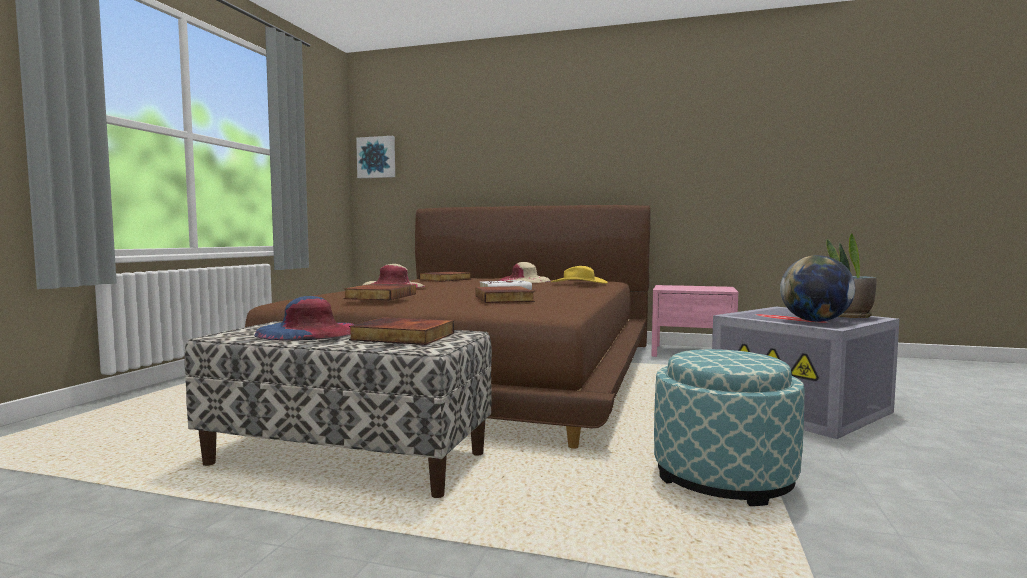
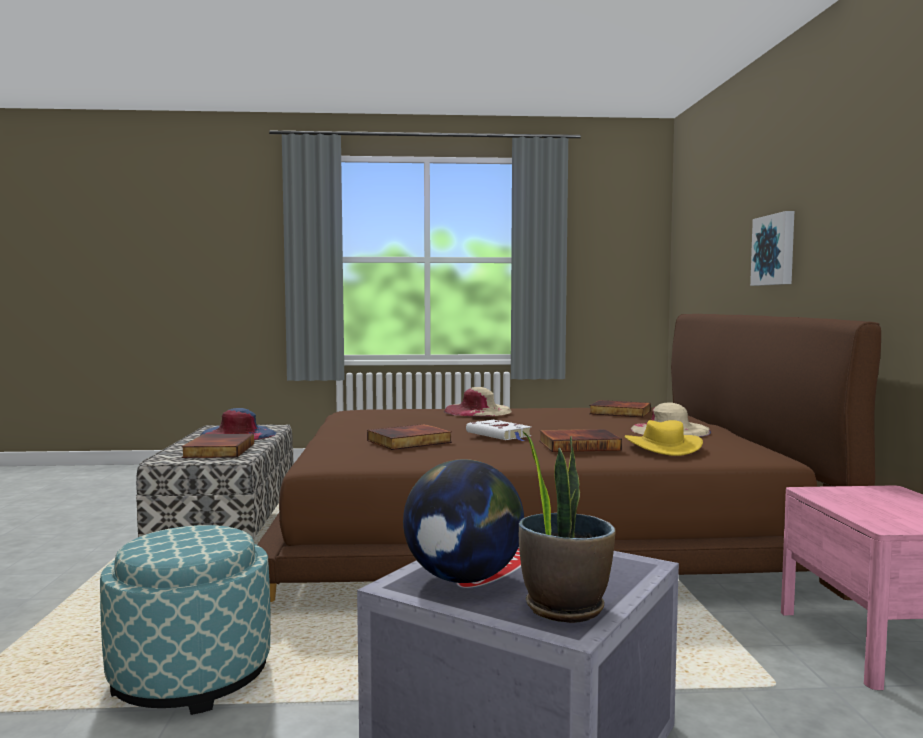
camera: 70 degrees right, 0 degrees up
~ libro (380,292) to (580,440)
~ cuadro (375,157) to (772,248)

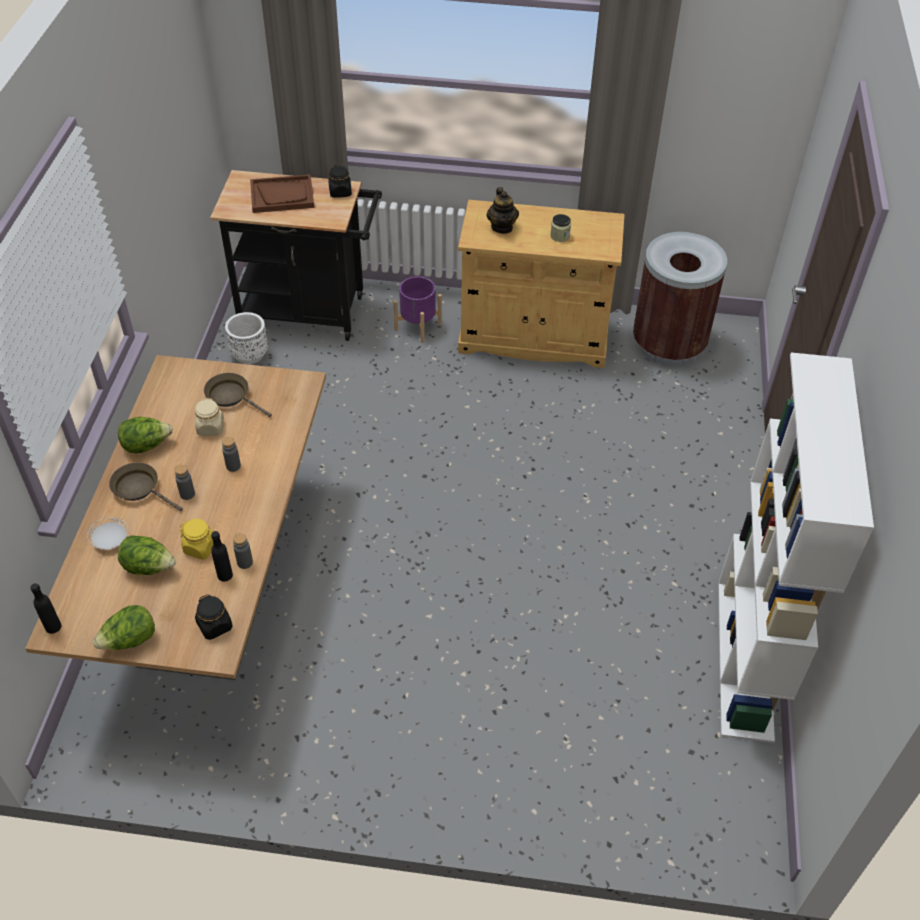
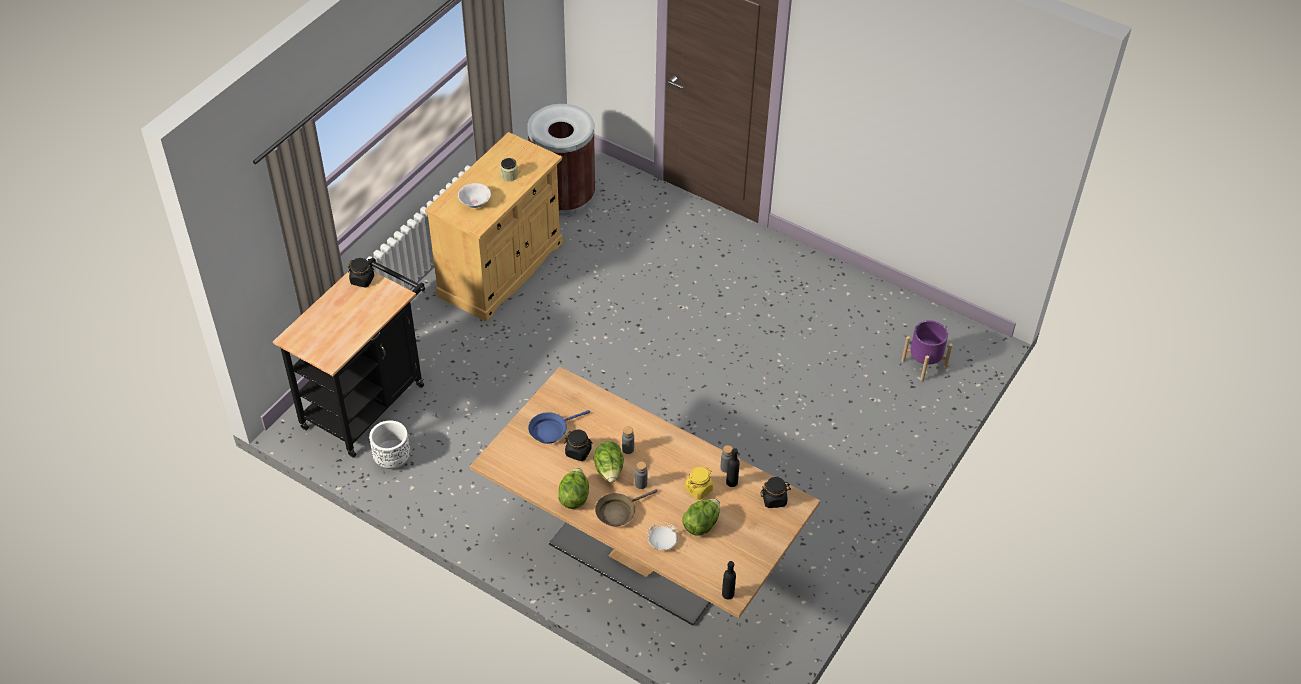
camera: 65 degrees left, 0 degrees up
- bandeja/marrón (282,193)
- estantería/blanco (796,547)
~ lechuga (124,627) to (609,462)
~ maceta/morado (417,309) to (927,350)
~ tetera (502,210) to cuenco/blanco (474,195)
~ tarro/beis (209,417) to tarro/negro (578,445)
~ sartén/marrón (238,395) to sartén/azul (559,427)

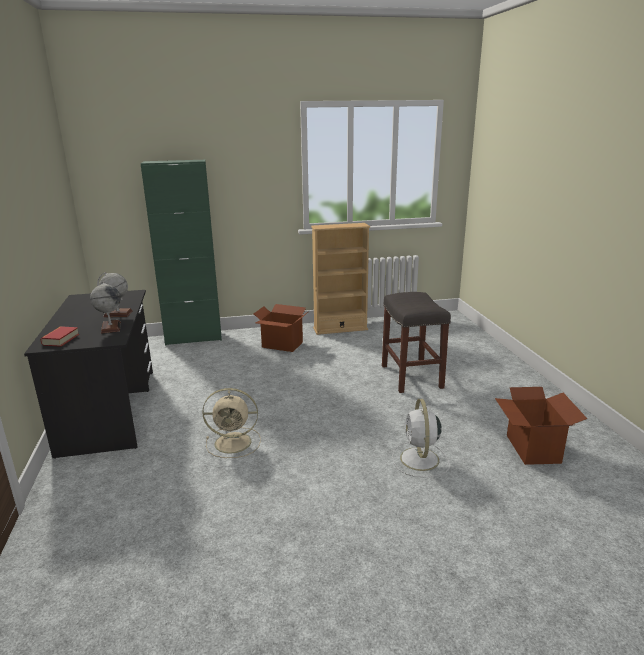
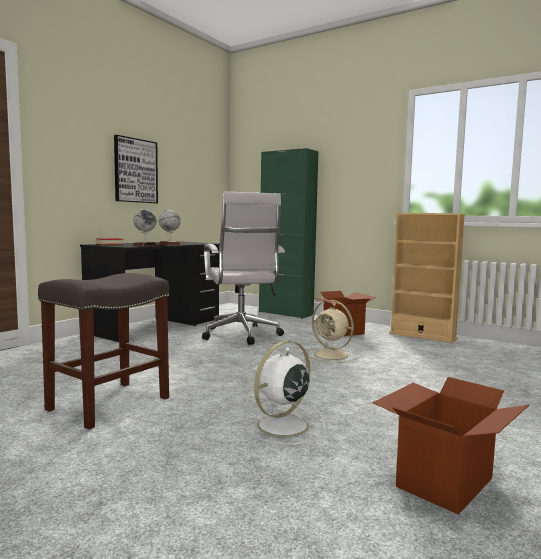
camera: 45 degrees right, 15 degrees down
+ cuadro (136,169)
+ silla de oficina/blanco (243,268)
~ ventilador/beis (231,423) to (332,331)
~ taburete/gris (416,342) to (103,351)

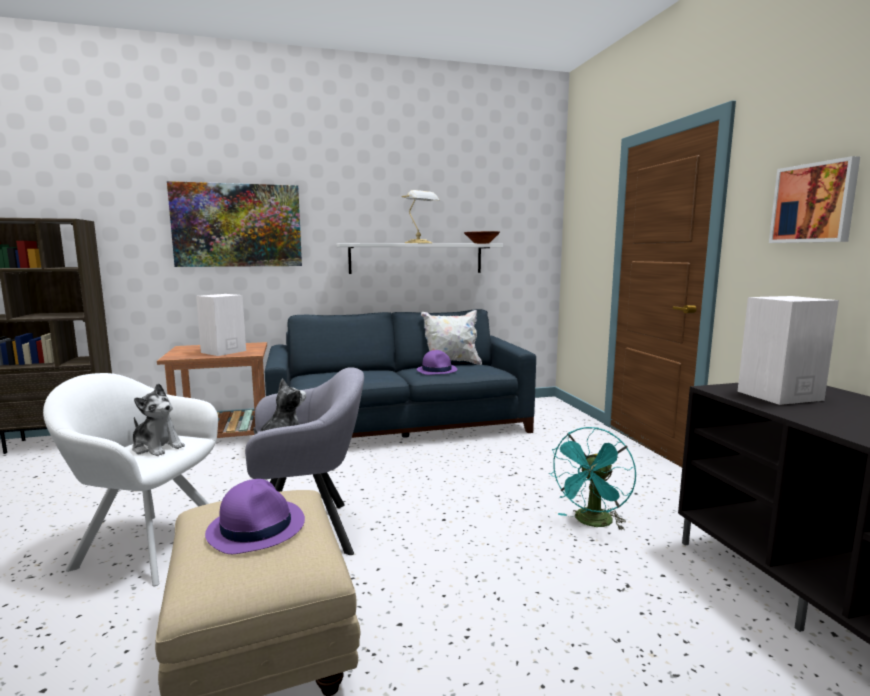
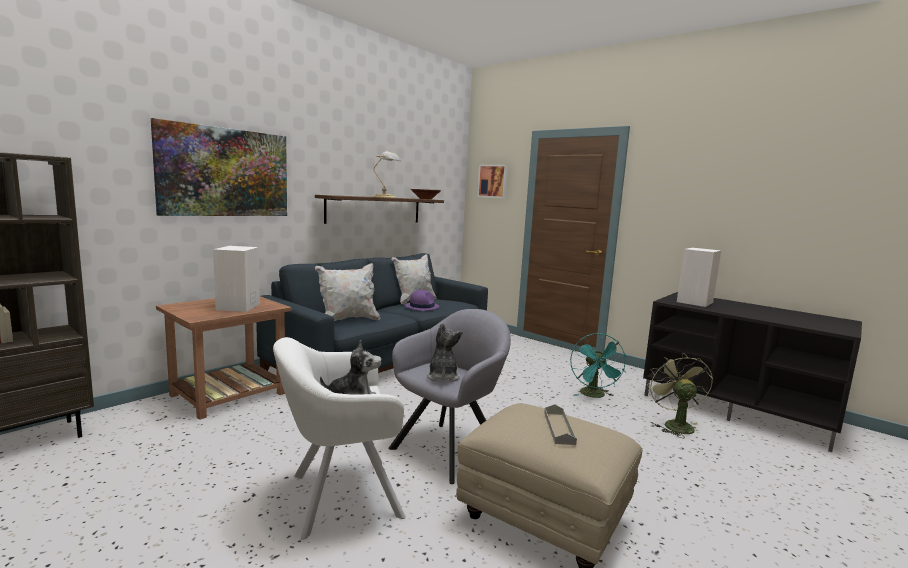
camera: 35 degrees left, 0 degrees up
+ cojín/blanco (347,292)
+ ventilador/verde (680,395)
~ cuadro (814,199) to (492,181)
~ sombrero/morado (255,516) to bandeja/gris (560,424)
~ estante/blanco (420,258) to estante/marrón (379,209)

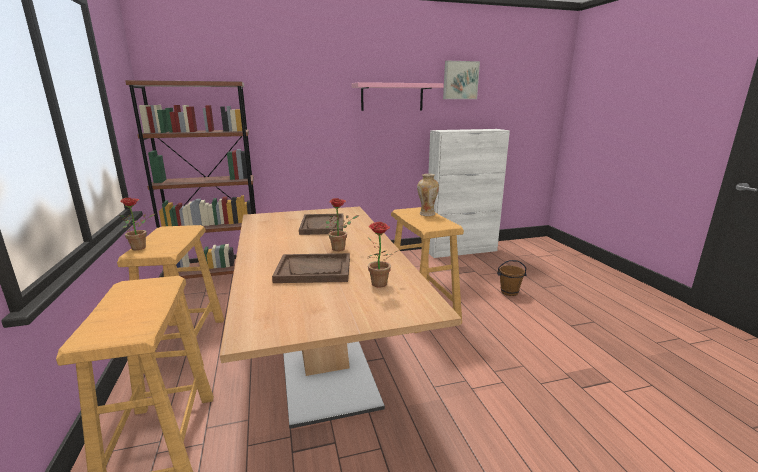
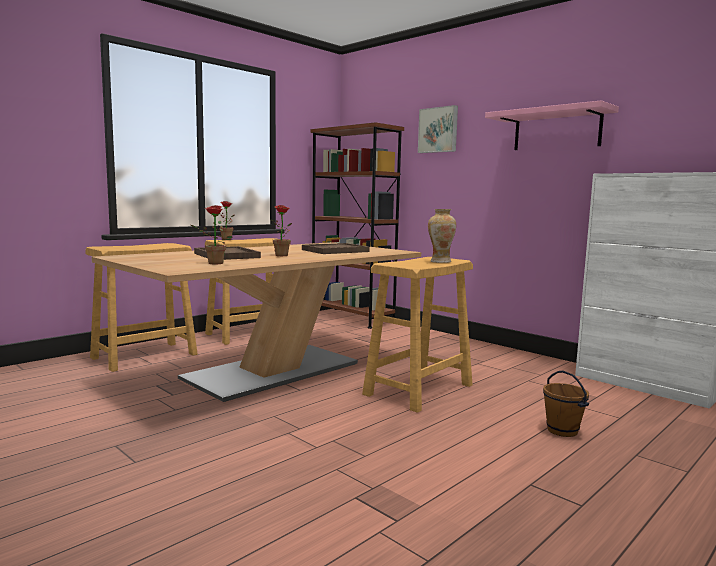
camera: 60 degrees right, 10 degrees down
~ cuadro (461,80) to (438,129)

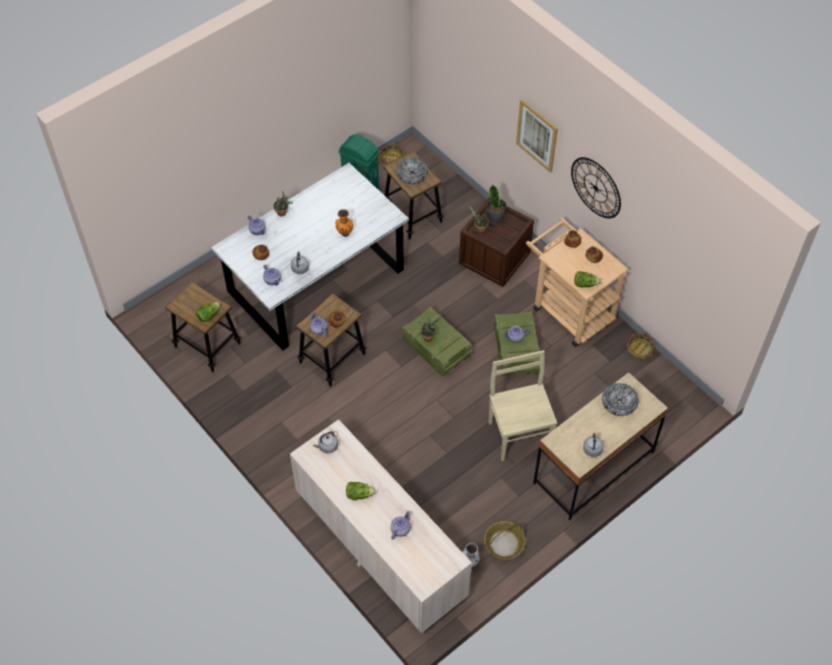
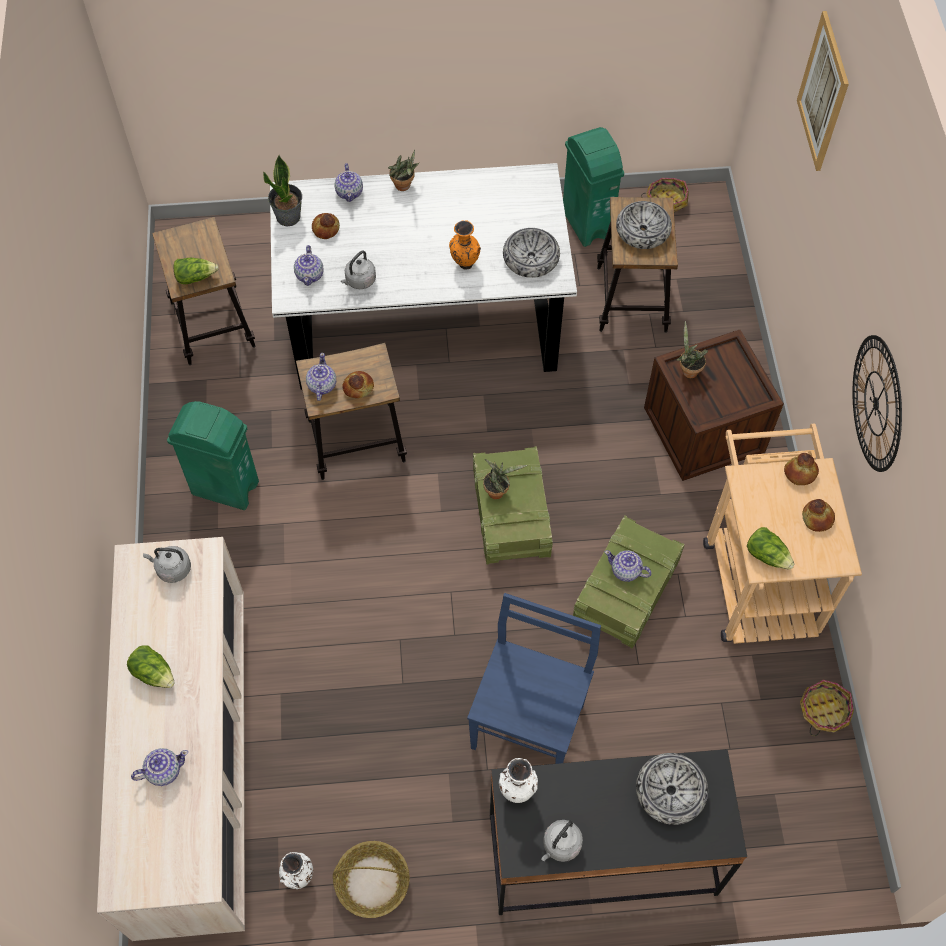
camera: 35 degrees right, 5 degrees up
+ papelera/verde (213,455)
+ florero/blanco (518,780)
+ cuenco (531,253)
~ planta en maceta (497,203) to (282,190)
~ cuadro (537,136) to (823,91)
~ silla/beis (523,405) to silla/azul (534,678)
~ escritorio/beis (600,446) to escritorio/negro (618,832)

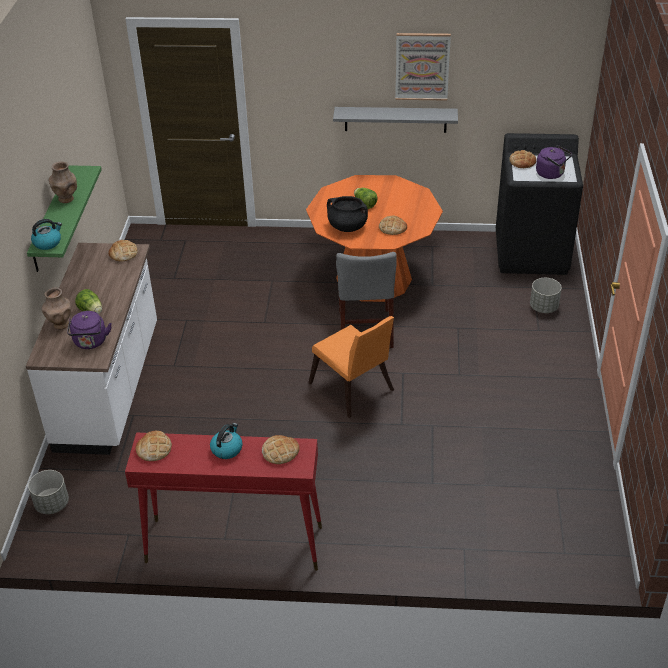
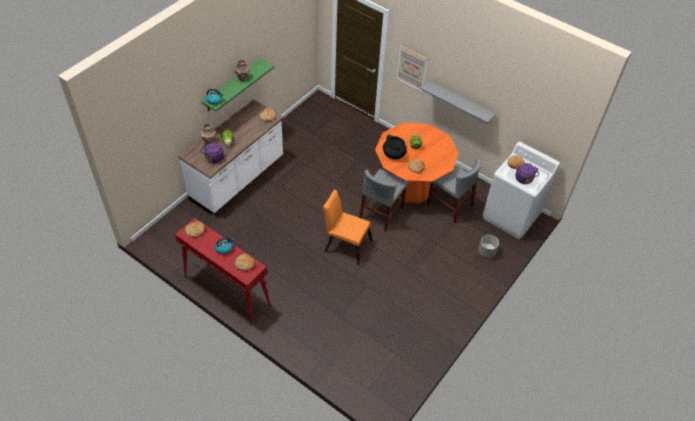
camera: 30 degrees right, 10 degrees up
- maceta/gris (48,492)
+ silla/gris (454,191)
~ cuadro (423,67) to (411,69)
~ lavadora/negro (539,204) to lavadora/blanco (521,190)
~ silla/naranja (351,367) = (348,227) 120 degrees clockwise

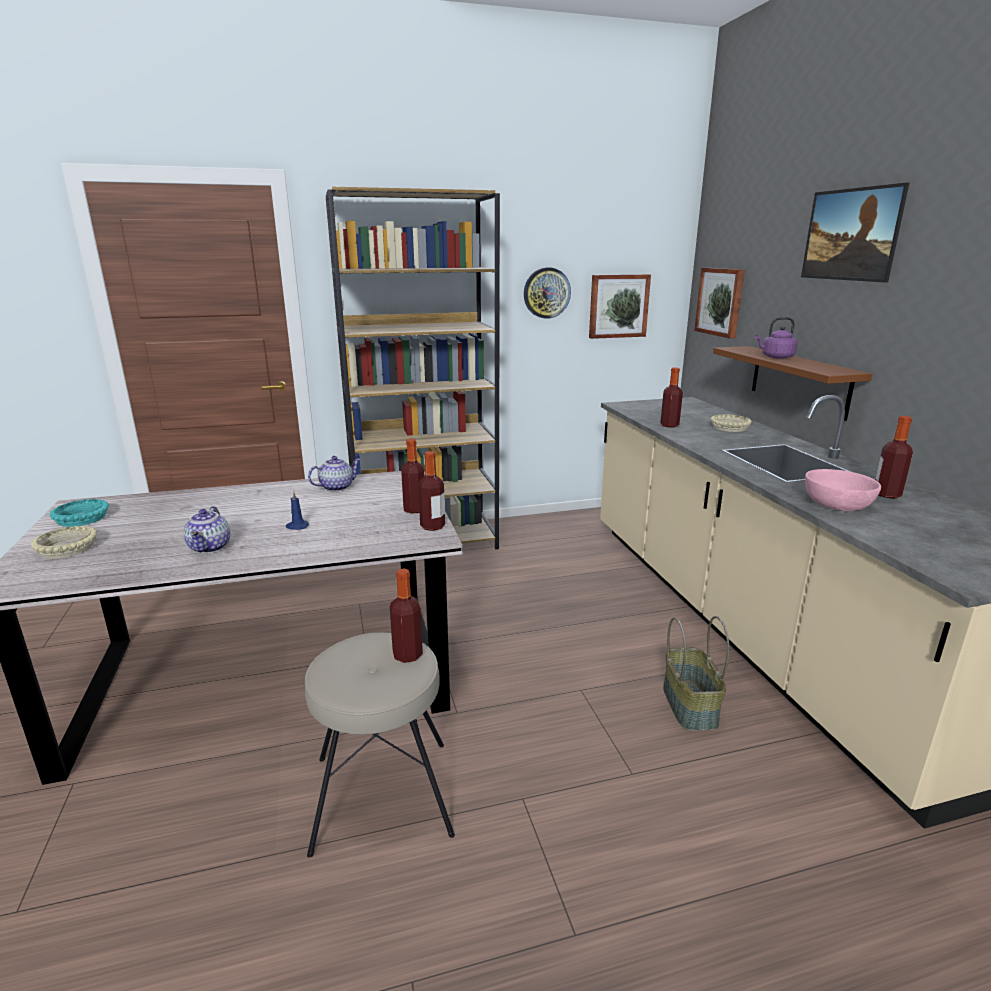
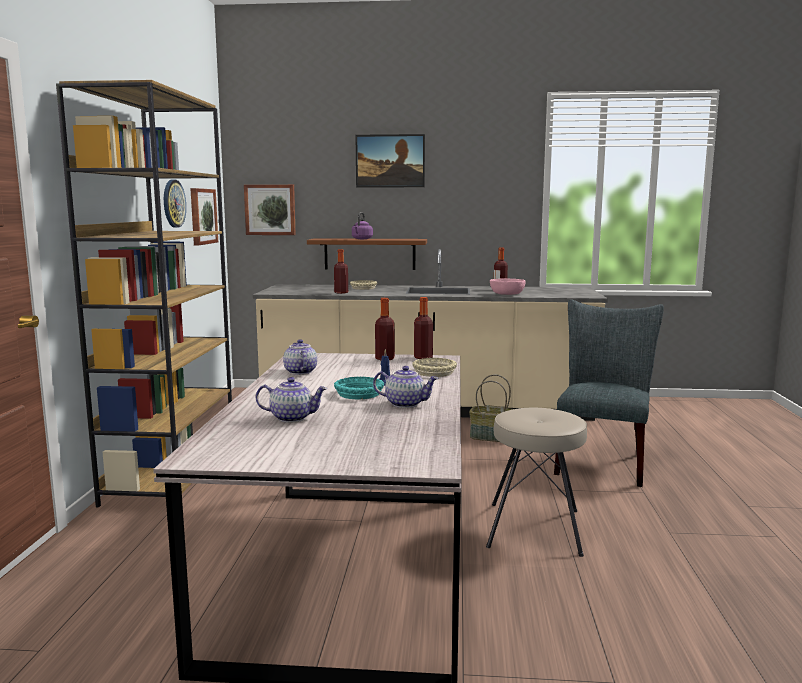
camera: 70 degrees left, 10 degrees down
- botella (406,616)
+ tetera (291,400)
+ silla/gris (609,393)
~ cuenco/beis (64,542) to (434,367)
~ cuenco/turquesa (79,513) to (359,388)

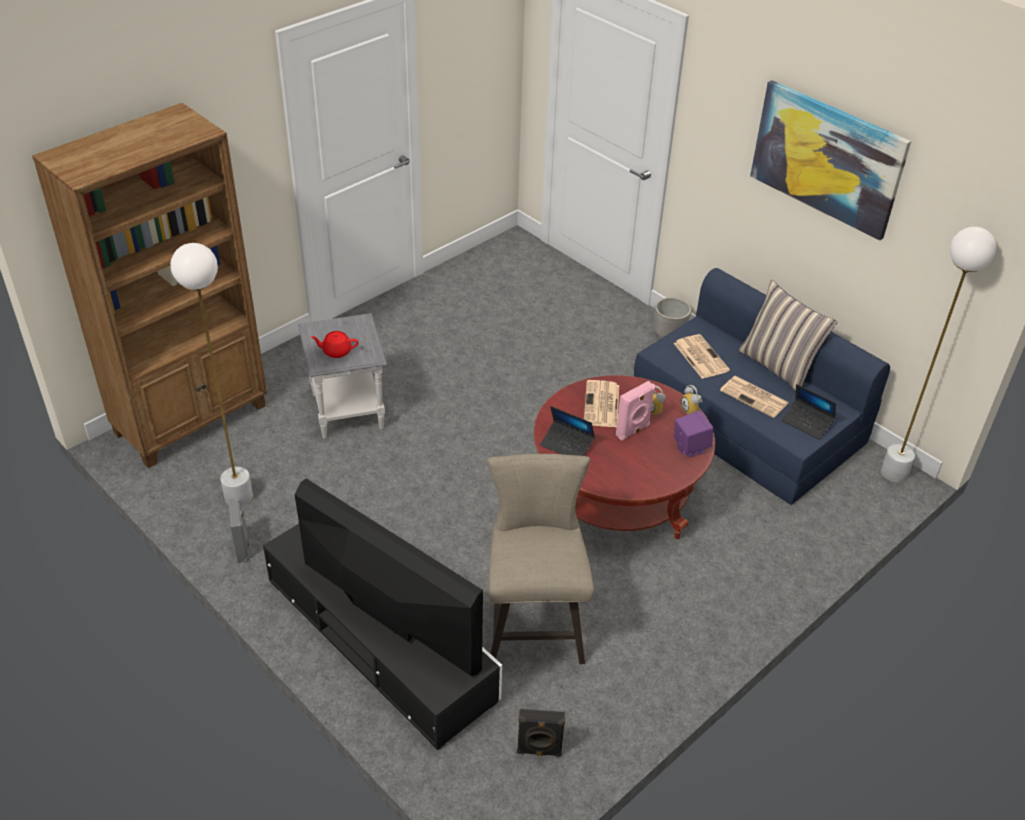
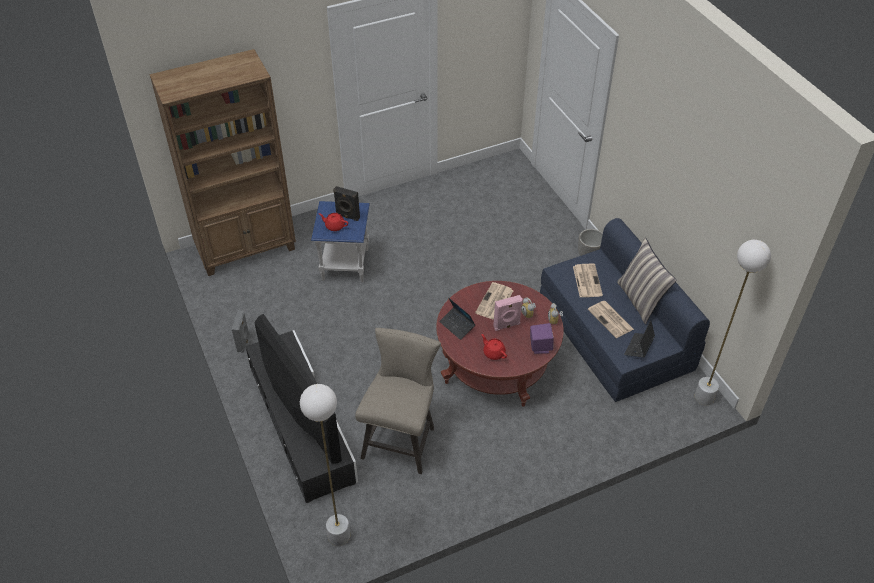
camera: 20 degrees right, 5 degrees up
- cuadro (830,160)
+ tetera/rojo (494,347)
~ lámpara de pie/blanco (212,374) to (325,465)
~ altavoz/negro (541,733) to (346,203)
~ mesa auxiliar/gris (342,376) to mesa auxiliar/azul (340,241)
~ portátil (808,412) = (639,339) 60 degrees clockwise

